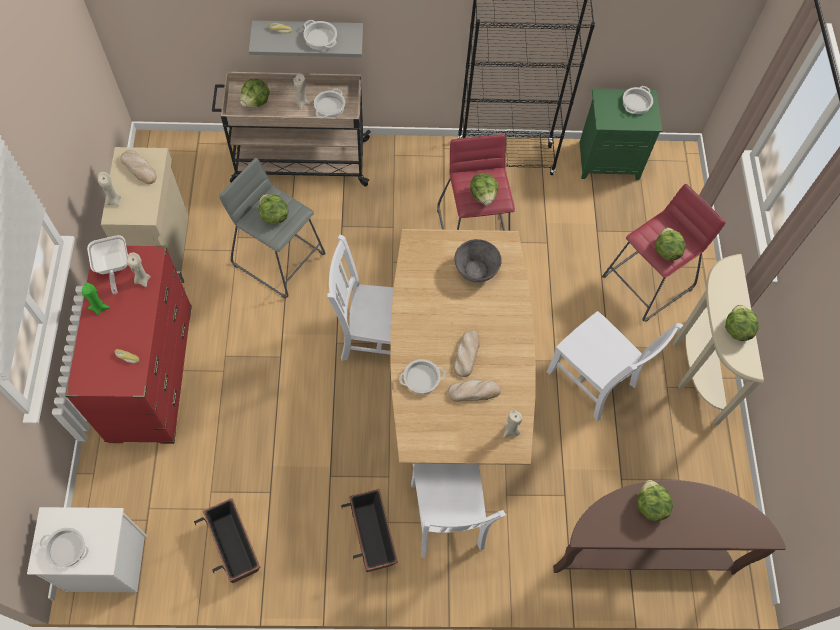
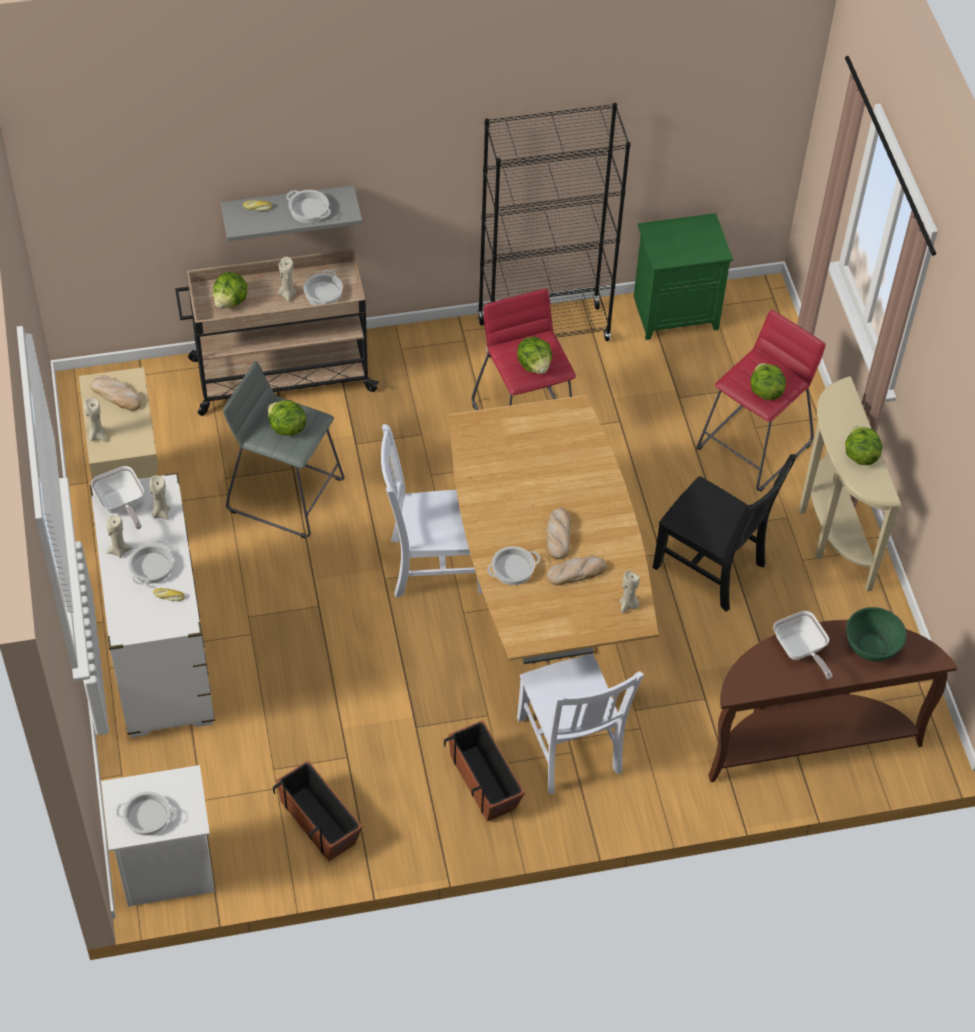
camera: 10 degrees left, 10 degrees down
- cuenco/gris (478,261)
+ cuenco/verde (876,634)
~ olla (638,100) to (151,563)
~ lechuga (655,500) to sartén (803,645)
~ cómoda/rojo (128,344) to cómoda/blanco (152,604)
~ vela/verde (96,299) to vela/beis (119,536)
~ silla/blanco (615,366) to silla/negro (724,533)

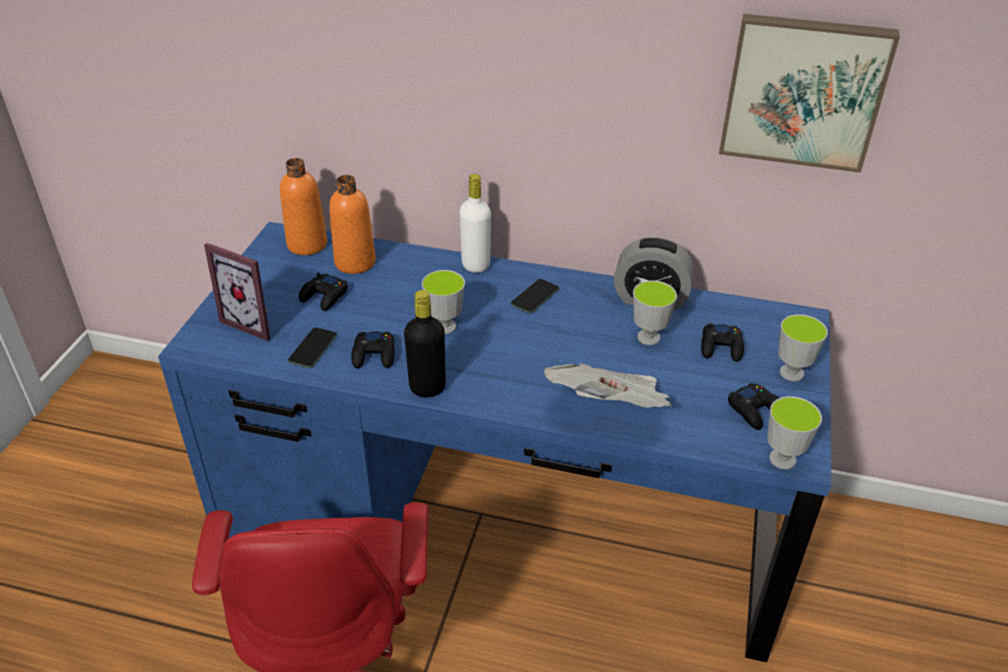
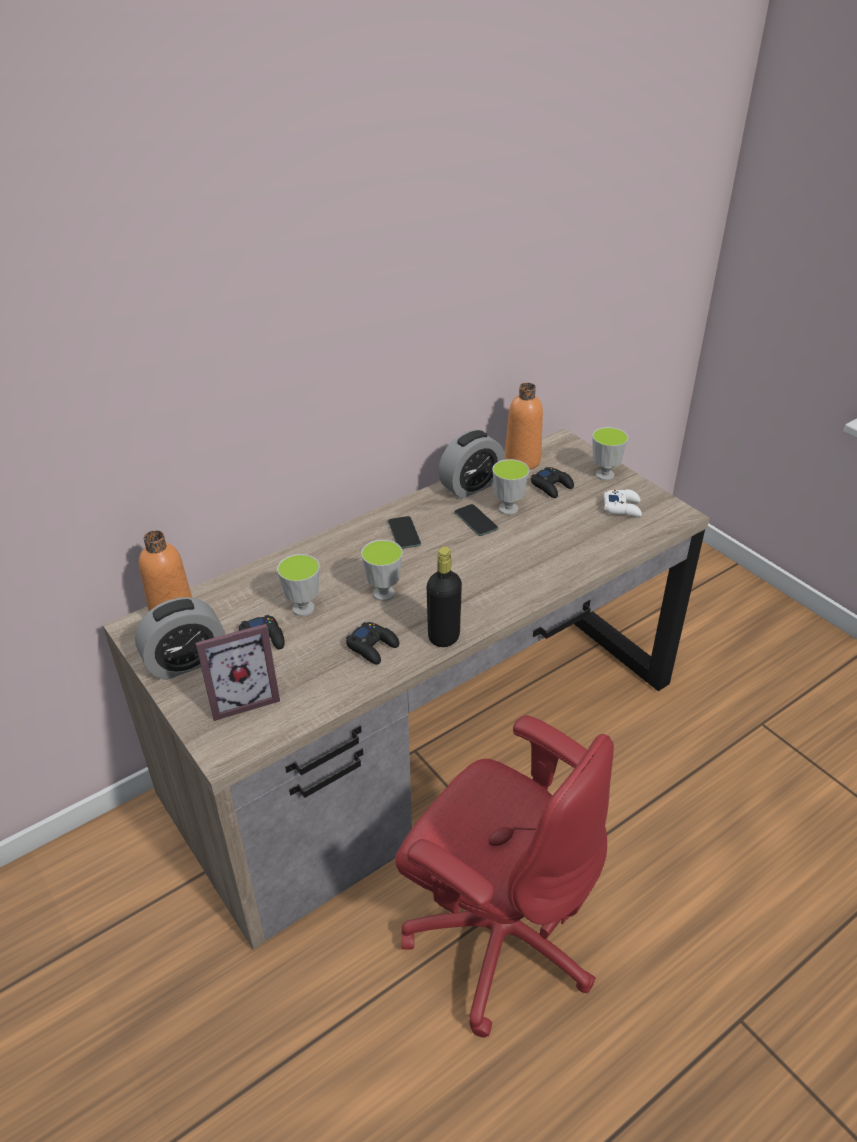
camera: 50 degrees left, 0 degrees up
- botella/blanco (475,223)
- periódico (608,385)
- cuadro (809,93)
+ despertador (180,638)
~ móvil (312,347) to (476,520)
~ botella/naranja (352,224) to (524,426)
~ taza (794,432) to (298,585)
~ escritorio/azul (494,442) to escritorio/marrón (406,689)
~ mando de consola/negro (753,406) to mando de consola/blanco (623,503)

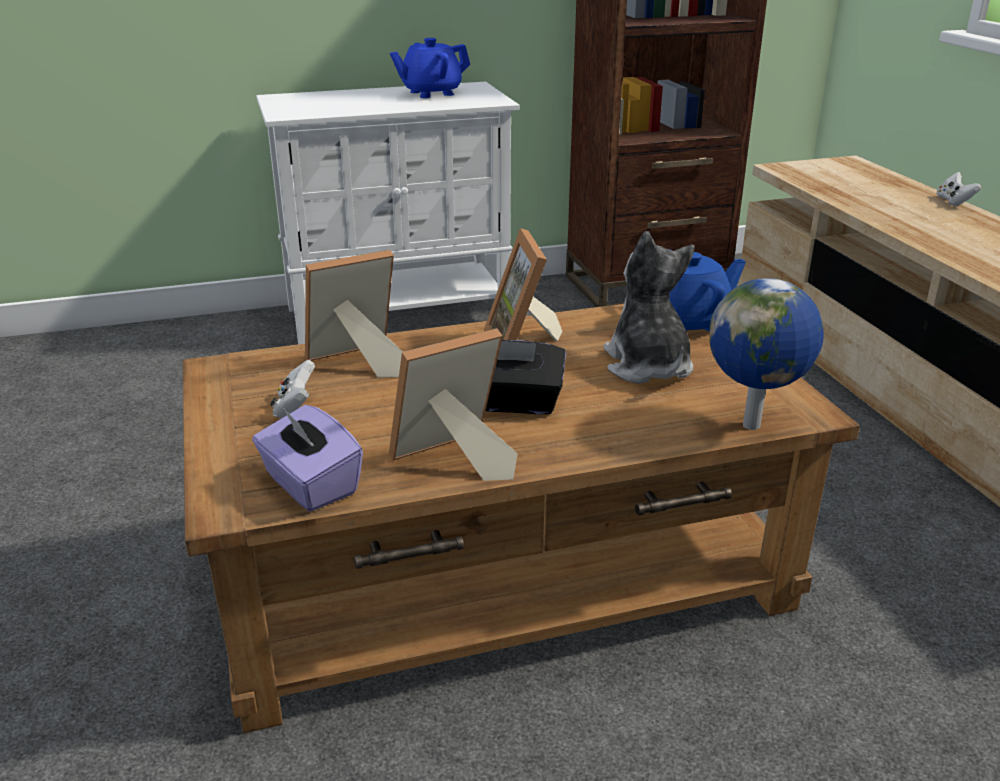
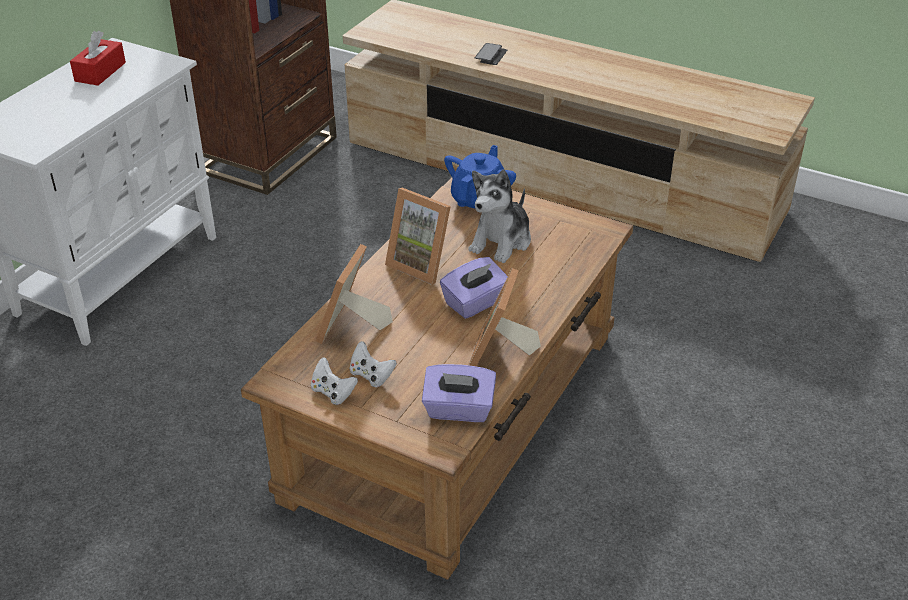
camera: 45 degrees left, 10 degrees up
- globo terráqueo (766,354)
+ móvil (490,54)
~ mando de consola/blanco (958,189) to (334,381)
~ tetera/azul (430,68) to caja de pañuelos/rojo (98,58)
~ caja de pañuelos/negro (526,377) to caja de pañuelos/morado (474,288)
~ peluche (649,307) = (499,216) 90 degrees counterclockwise

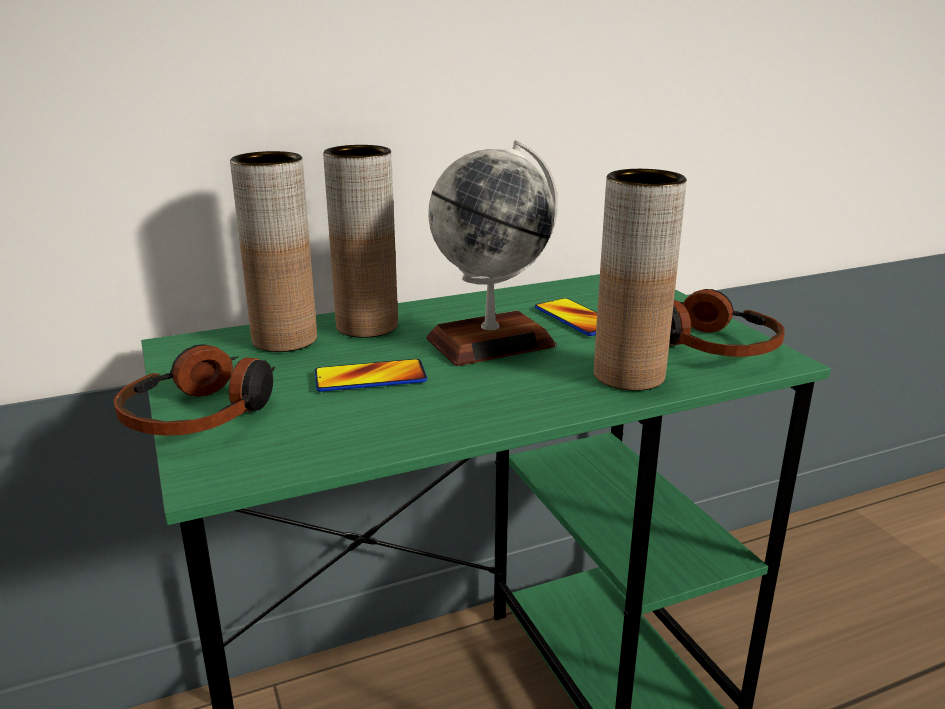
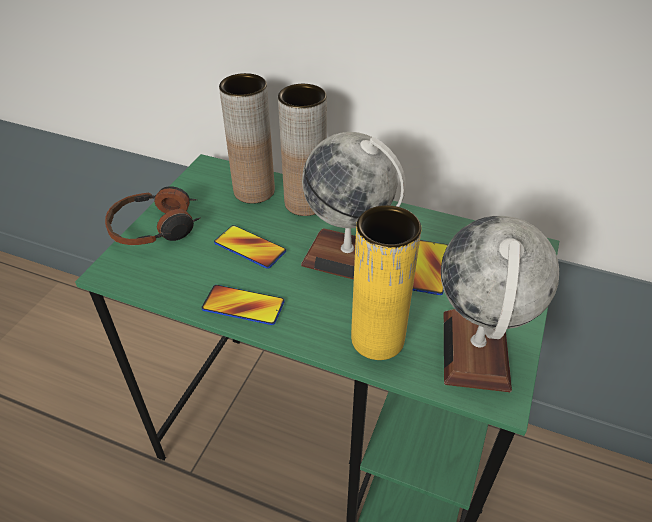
camera: 45 degrees right, 20 degrees up
+ móvil (243,305)
~ auriculares (727,323) to globo terráqueo (500,304)
~ florero/marrón (640,280) to florero/amarillo (386,282)

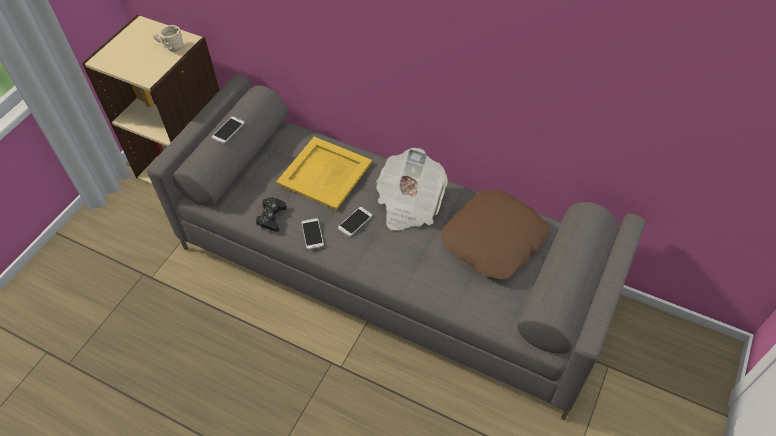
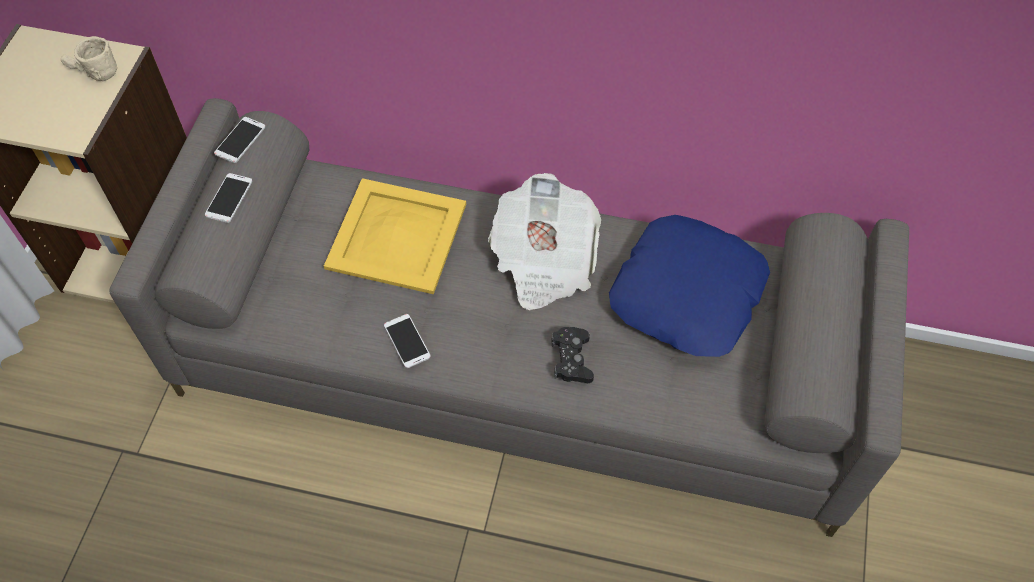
camera: 15 degrees left, 5 degrees up
~ mando de consola/negro (271,215) to (572,355)
~ móvil (355,222) to (240,140)
~ cojín/marrón (495,234) to cojín/azul (689,286)

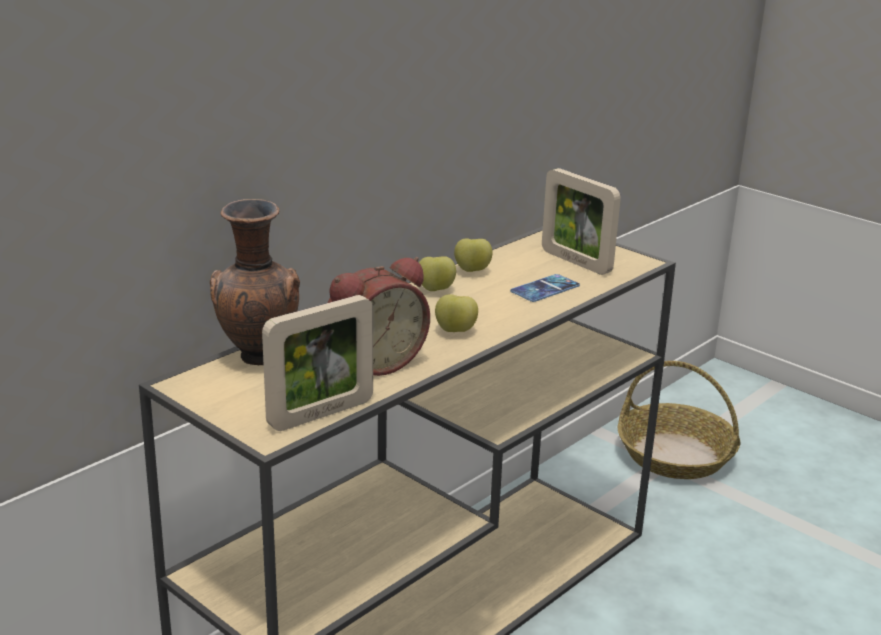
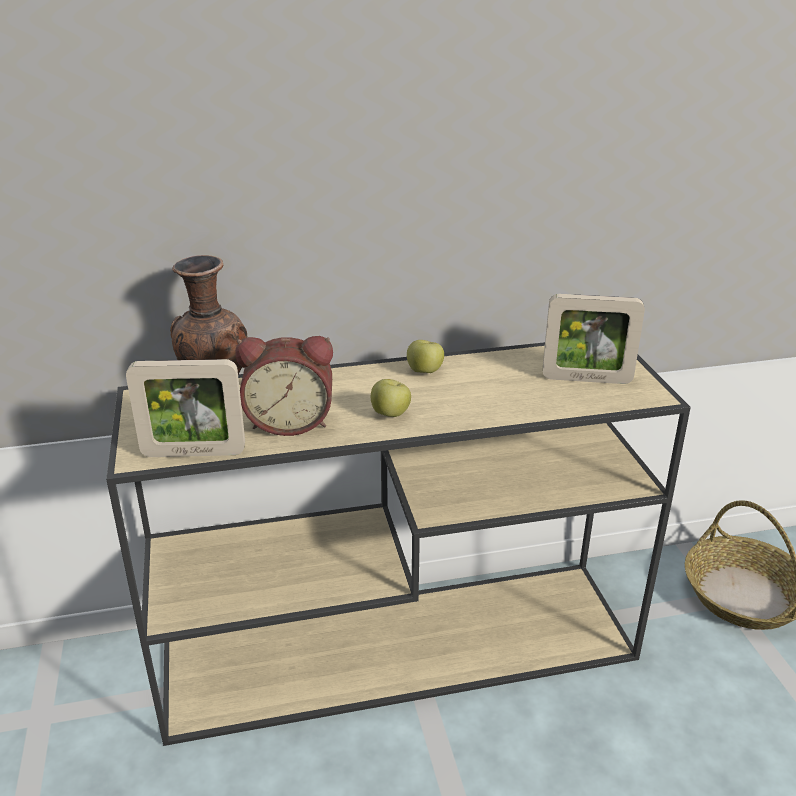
camera: 35 degrees right, 5 degrees up
- manzana (473,255)
- móvil (545,288)
~ portarretratos (581,221) = (594,339) 75 degrees counterclockwise

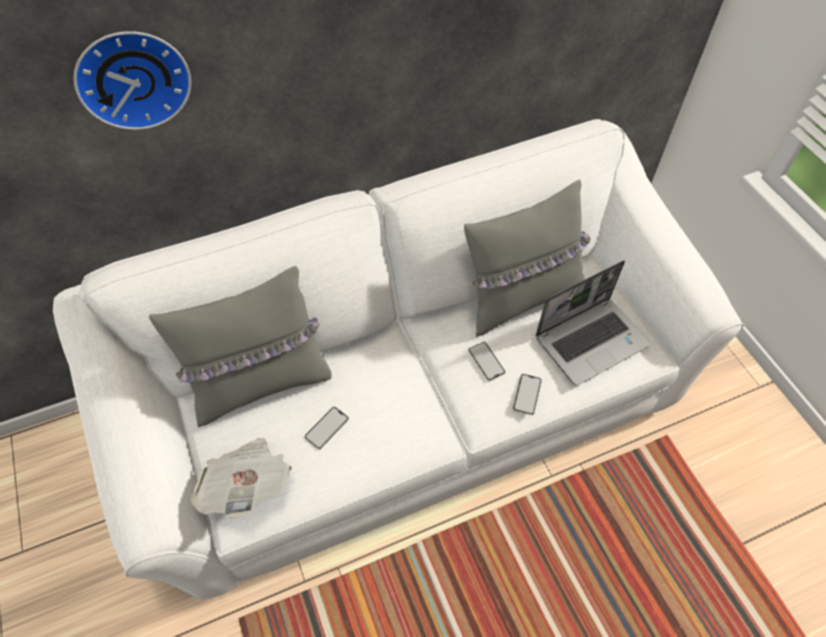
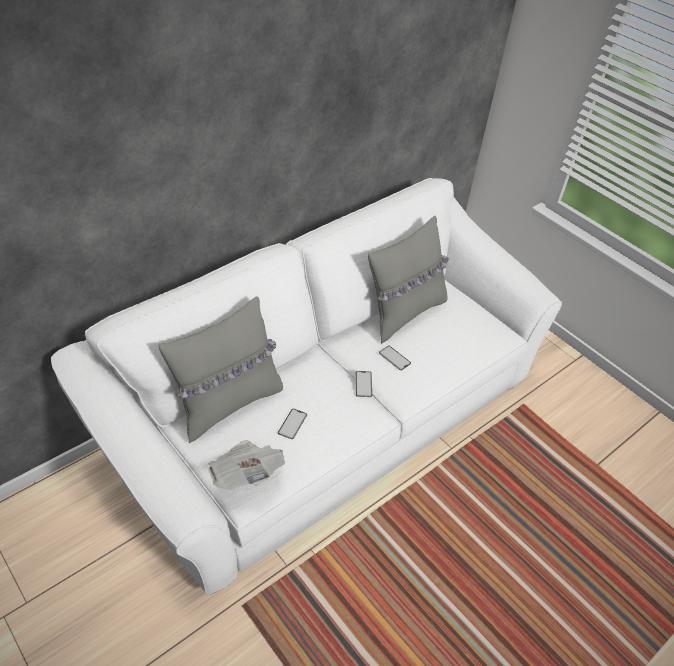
camera: 20 degrees left, 10 degrees down
- reloj de pared (132,80)
- portátil (593,323)
~ móvil (527,394) to (364,384)

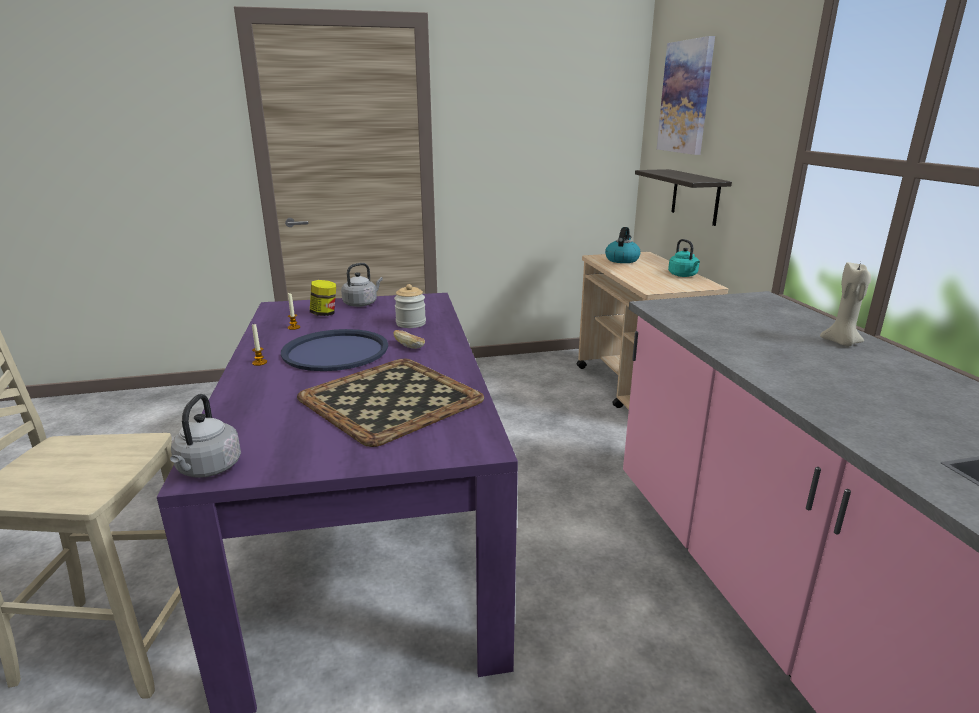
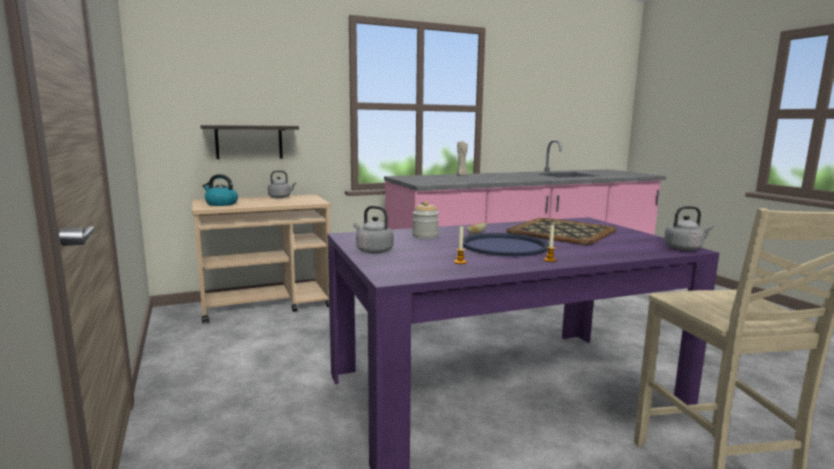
camera: 100 degrees left, 10 degrees down
- tarro (323,298)
- cuadro (686,95)
~ hervidor/turquesa (684,258) to hervidor/gris (282,184)

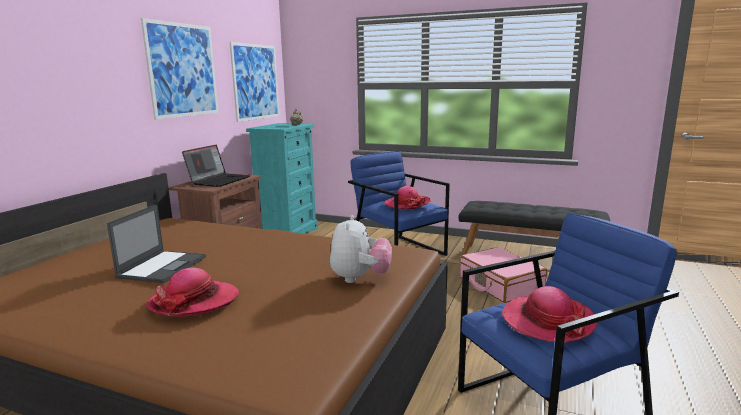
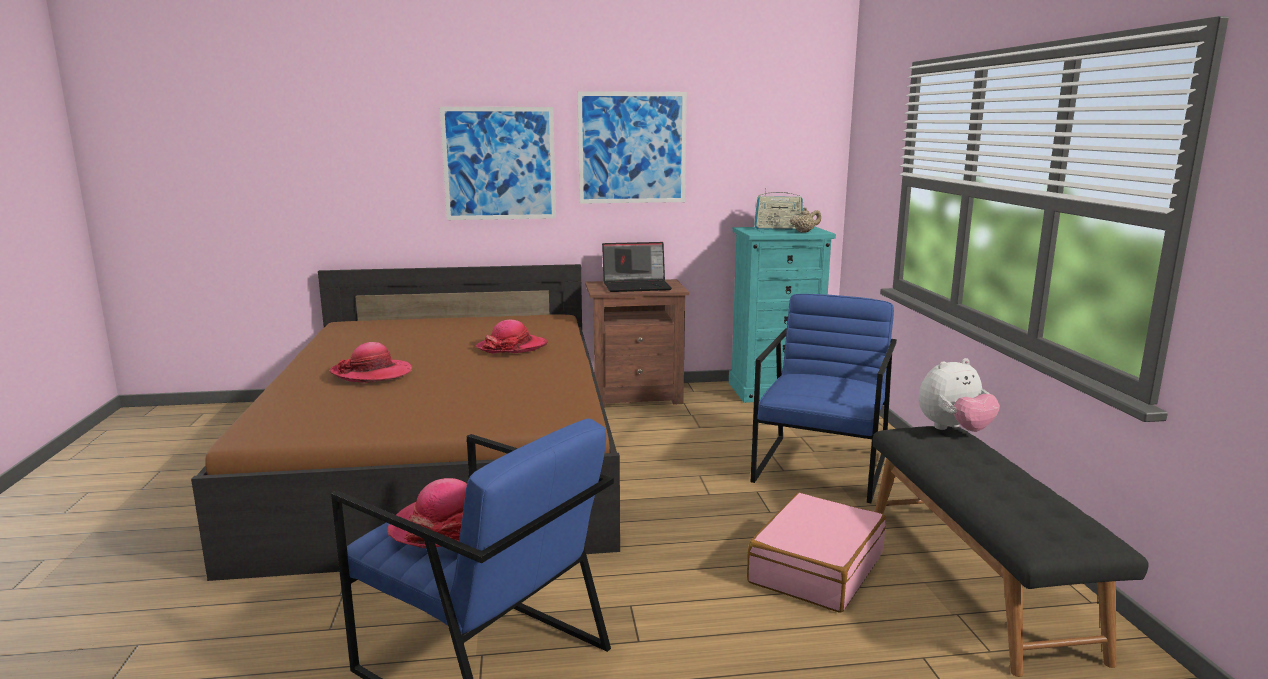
camera: 60 degrees right, 0 degrees up
- portátil (156,243)
+ radio (778,209)
~ cuadro (254,82) to (498,163)
~ peluche (361,249) to (959,395)
~ sombrero (407,197) to (511,336)

